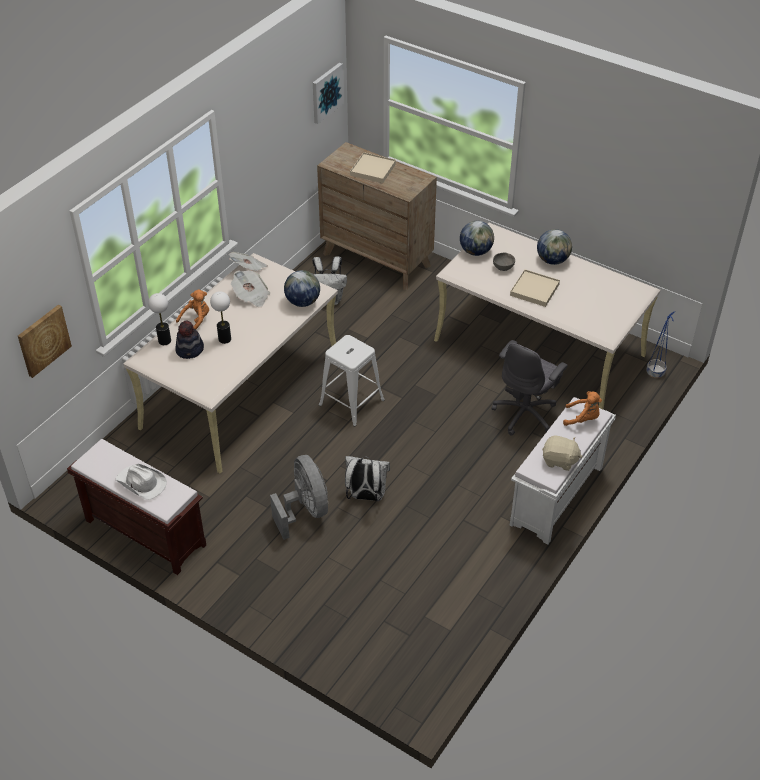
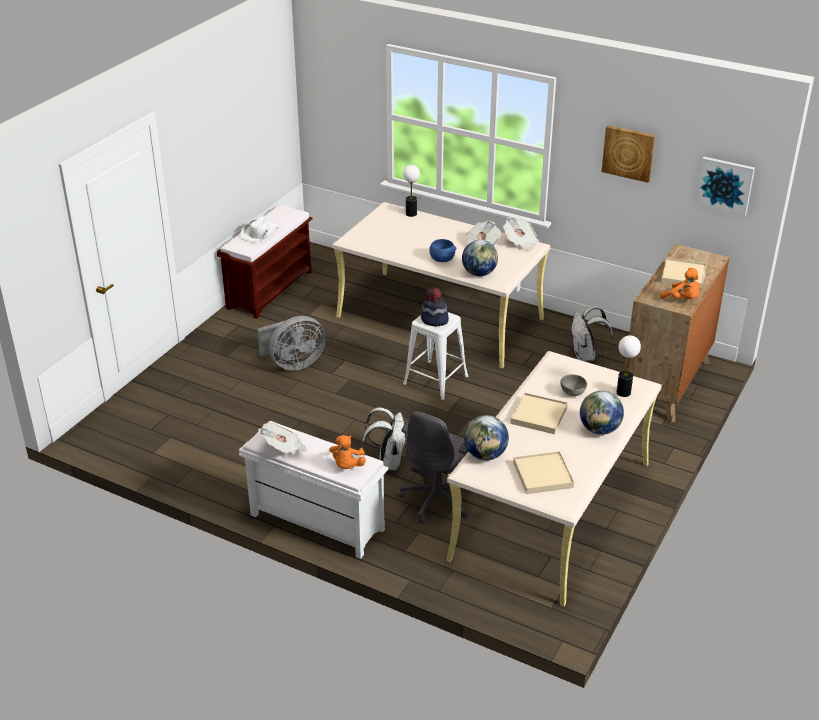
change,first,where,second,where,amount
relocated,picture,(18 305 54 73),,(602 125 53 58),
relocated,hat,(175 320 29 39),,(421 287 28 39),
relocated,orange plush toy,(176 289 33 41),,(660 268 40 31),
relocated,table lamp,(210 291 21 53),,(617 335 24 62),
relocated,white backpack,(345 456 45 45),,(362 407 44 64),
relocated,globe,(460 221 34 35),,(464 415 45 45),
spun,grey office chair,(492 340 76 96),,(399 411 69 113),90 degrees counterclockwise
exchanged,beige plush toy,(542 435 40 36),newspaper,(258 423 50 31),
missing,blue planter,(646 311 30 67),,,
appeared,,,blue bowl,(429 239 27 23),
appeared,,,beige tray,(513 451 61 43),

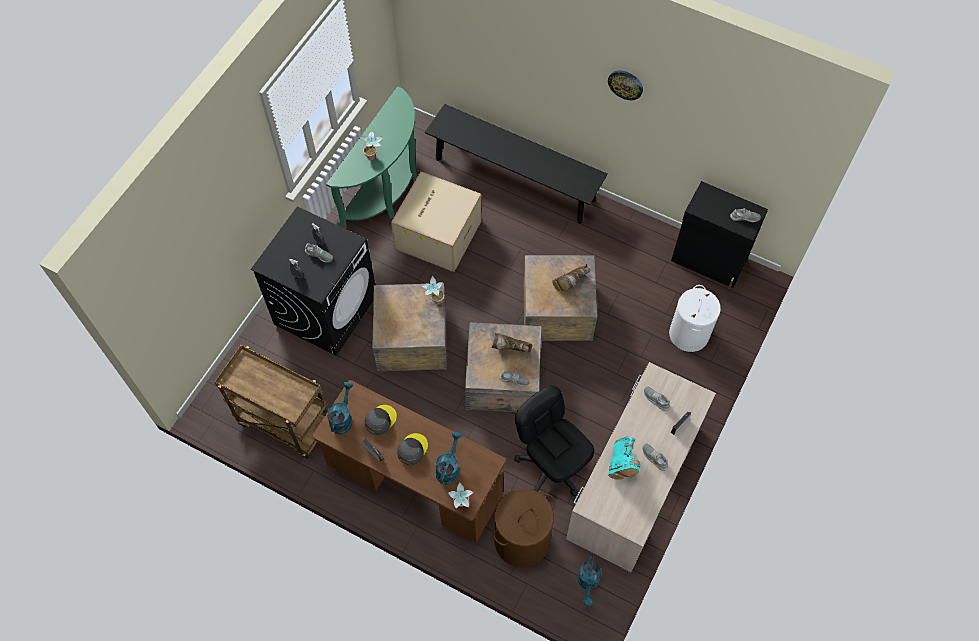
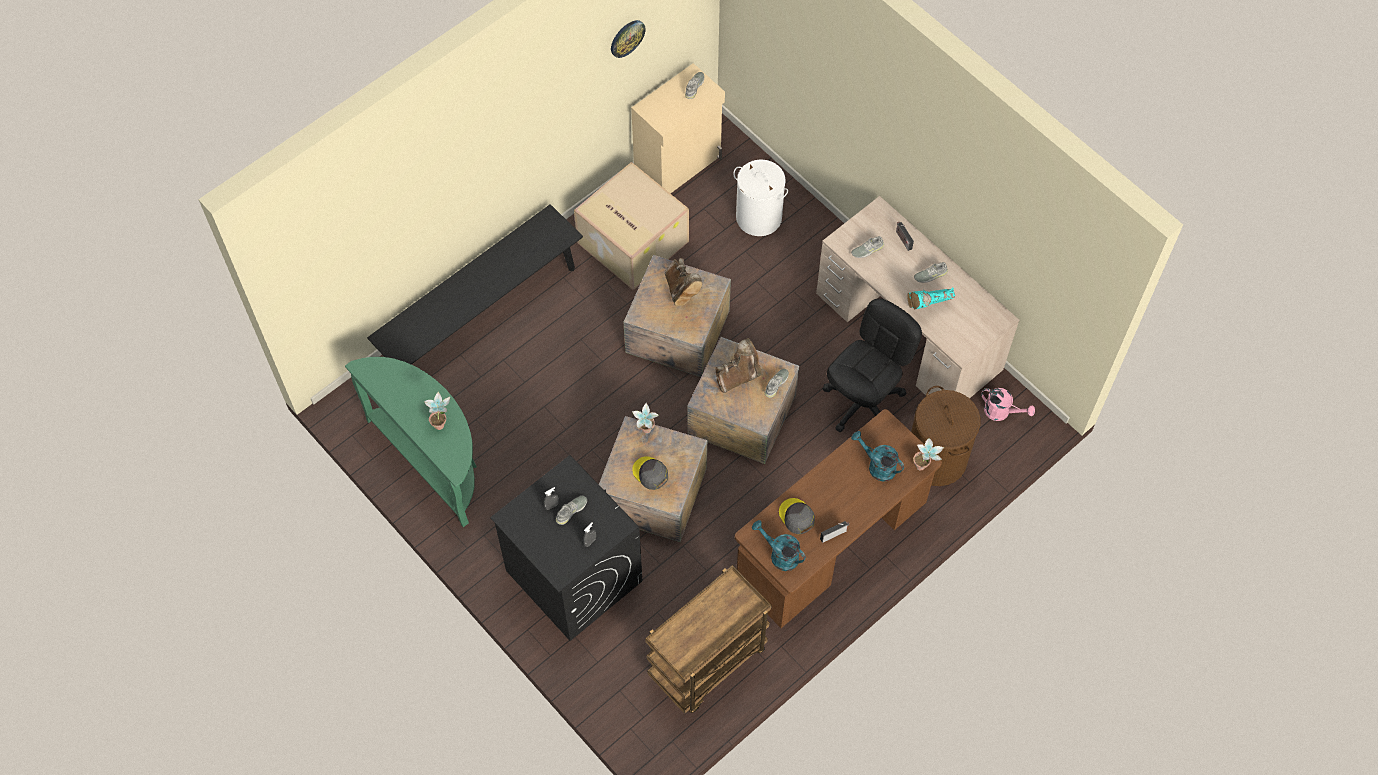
change,first,where,second,where,amount
relocated,cardboard box,(391 171 90 101),,(574 162 115 128),
relocated,grey cap,(397 433 31 33),,(632 456 36 34),
spun,brown boot,(492 333 40 20),,(716 338 45 55),150 degrees counterclockwise
spun,black office chair,(514 386 80 110),,(823 298 99 134),150 degrees clockwise
colour,turquoise watering can,(578 554 23 52),pink watering can,(981 388 54 33),
relocated,wall clock,(608 70 35 30),,(611 20 35 38),
spun,turquoise boot,(608 436 32 44),,(907 287 48 22),135 degrees clockwise
colour,black cabinet,(671 181 97 108),beige cabinet,(631 63 94 131),

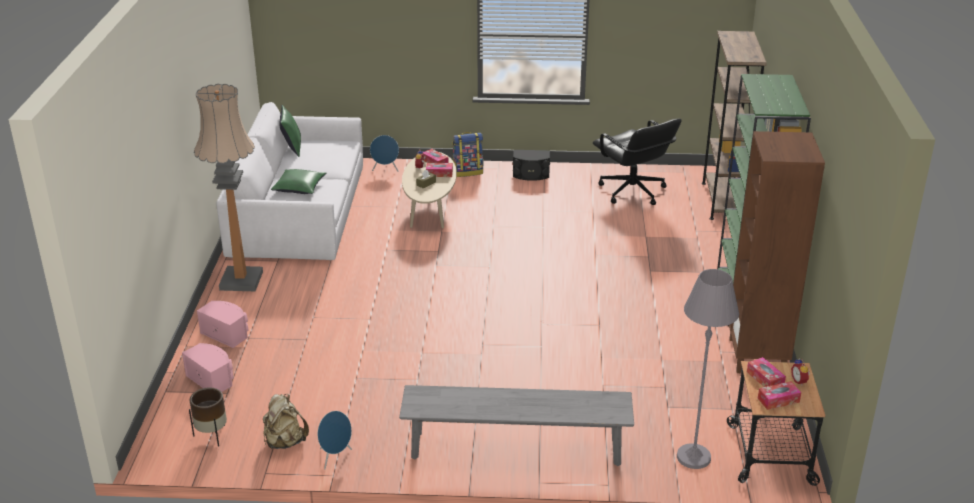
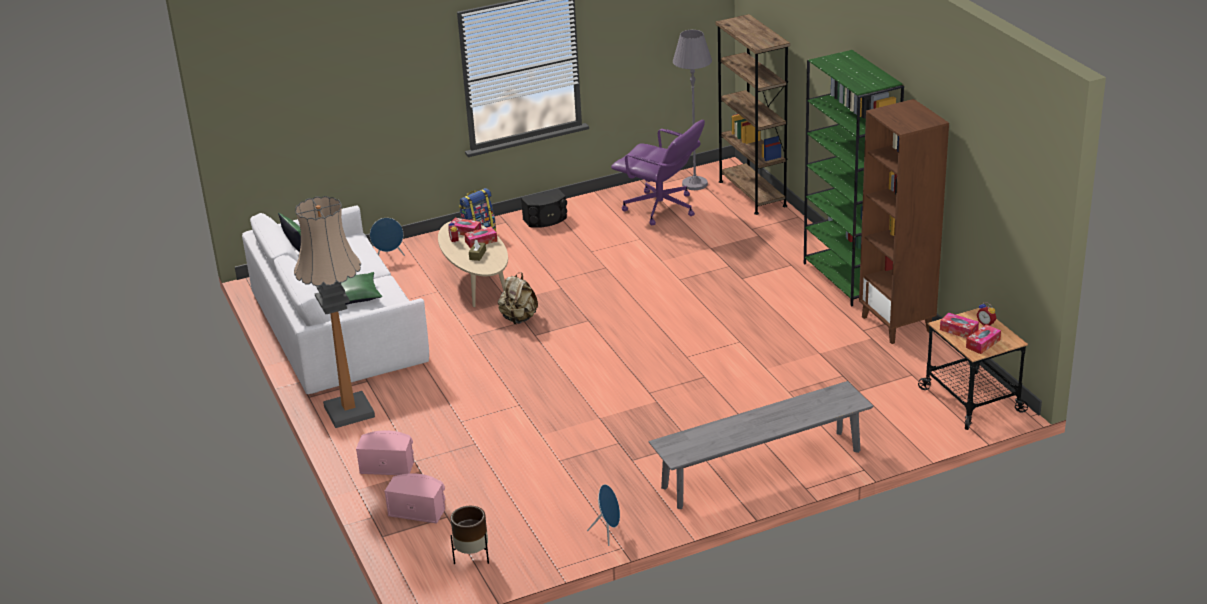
change,first,where,second,where,amount
relocated,beige backpack,(263 394 46 55),,(498 272 40 52),
colour,black office chair,(593 119 89 86),purple office chair,(611 120 94 105),
relocated,grey floor lamp,(677 269 62 200),,(673 30 39 160),

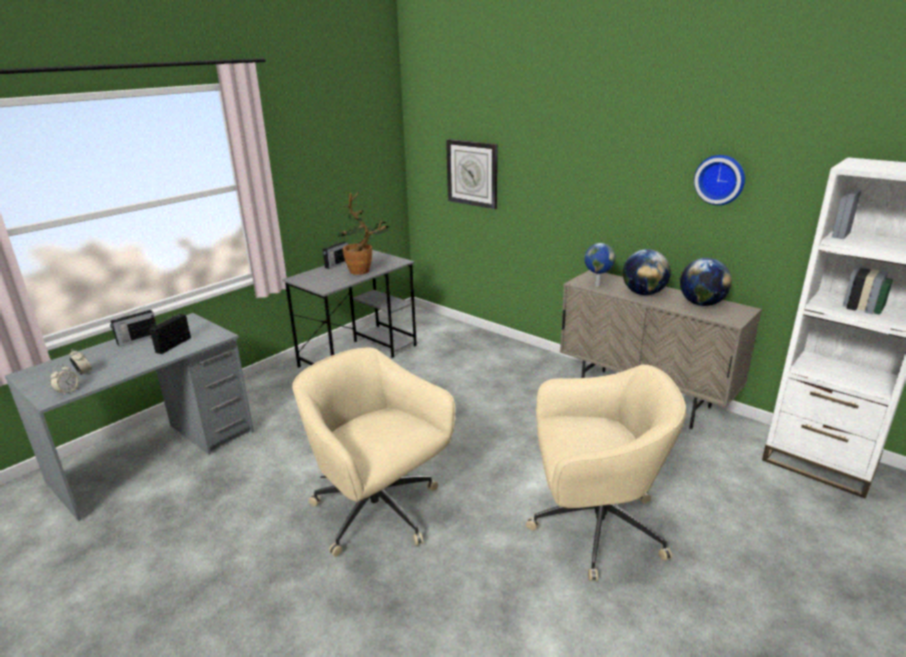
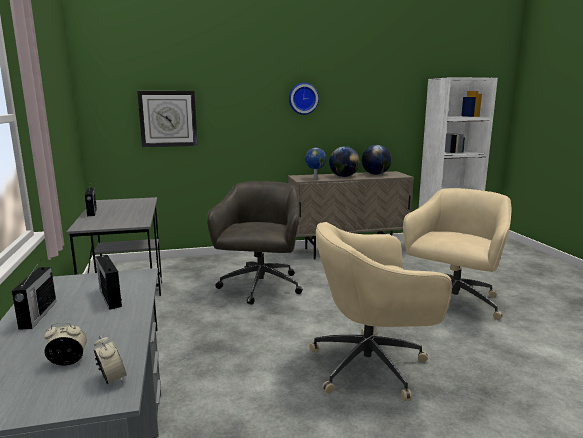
change,first,where,second,where,amount
missing,potted plant,(338 192 53 83),,,
relocated,wall clock,(694 155 51 50),,(289 83 30 32),
appeared,,,grey office chair,(207 181 96 124),

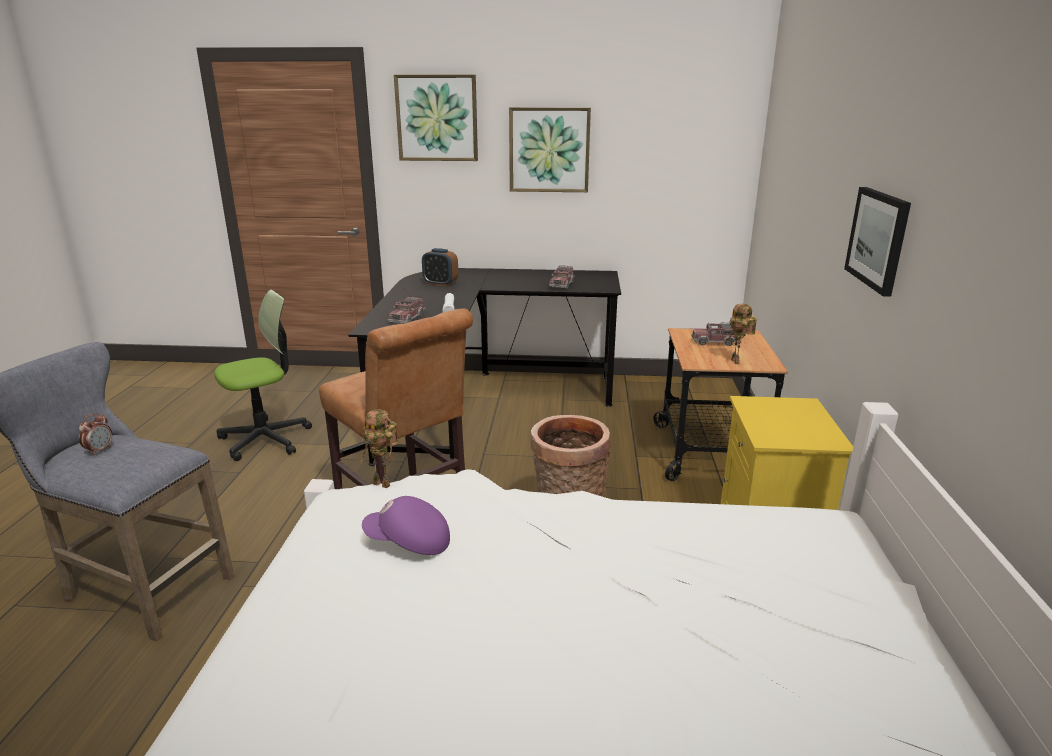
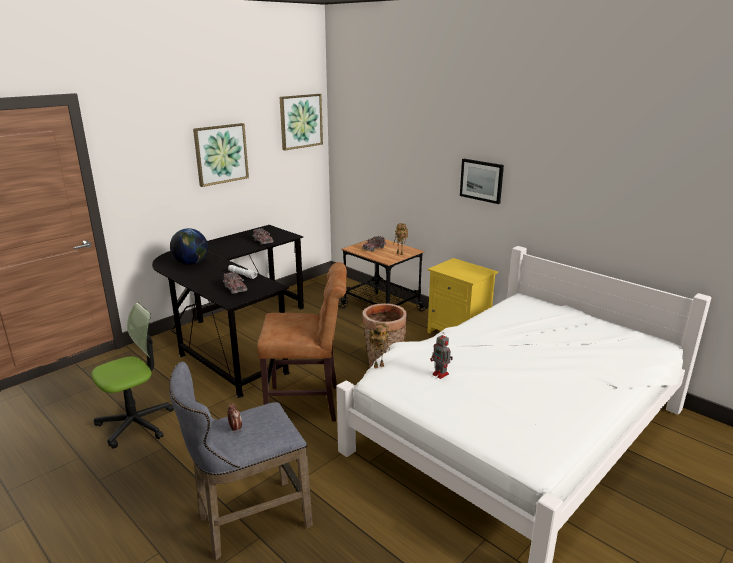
change,first,where,second,where,amount
spun,office chair,(214 290 98 171),,(91 303 83 146),45 degrees clockwise
exchanged,purple cap,(362 496 88 59),toy robot,(430 332 23 47),
relocated,picture,(394 75 84 86),,(280 94 43 56),
exchanged,alarm clock,(422 248 36 38),globe,(170 228 38 37),

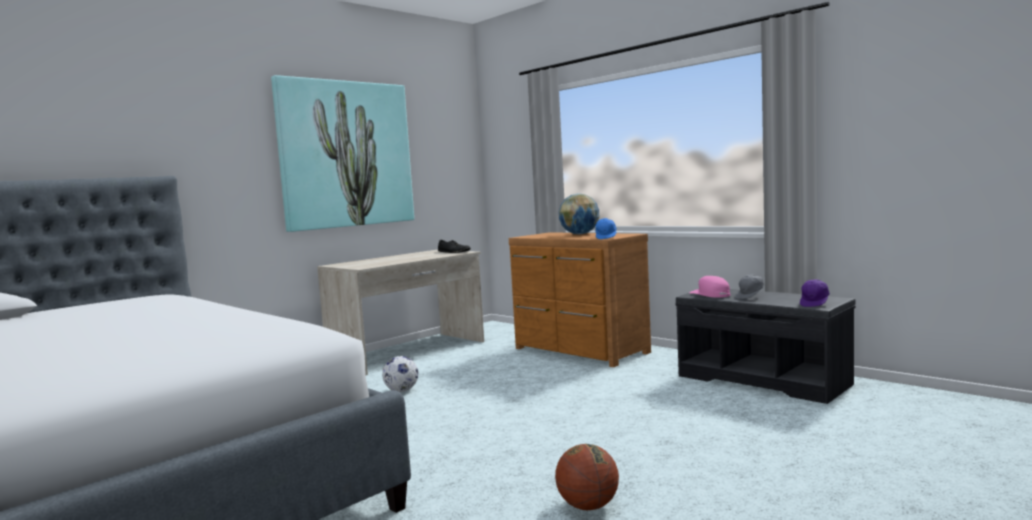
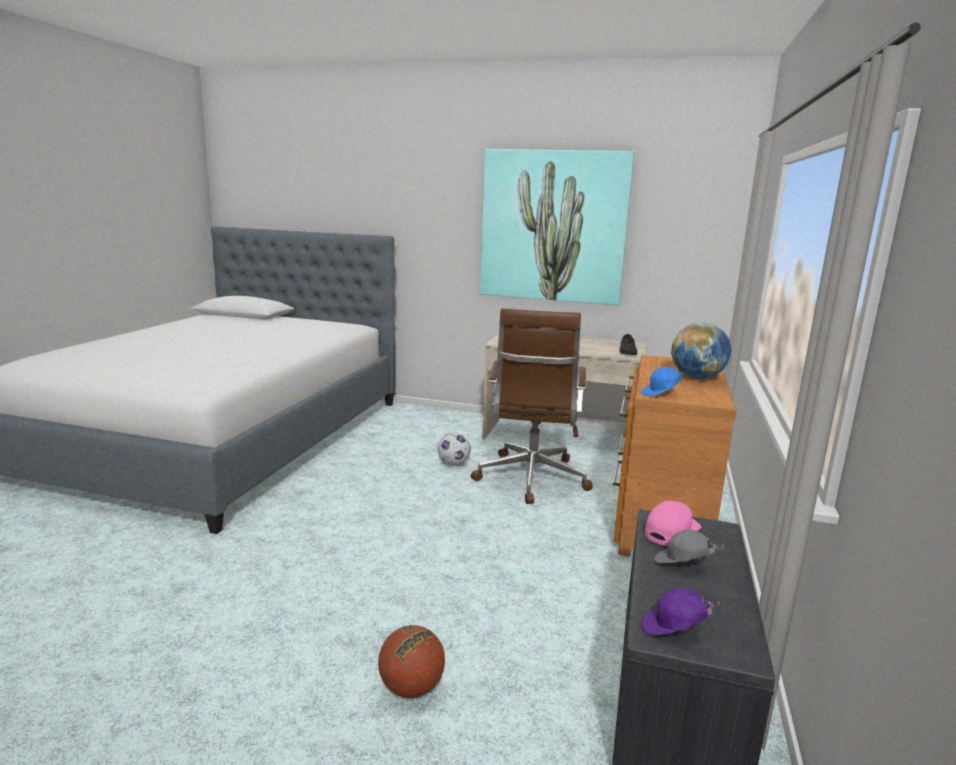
change,first,where,second,where,amount
relocated,basketball,(555 444 64 66),,(378 625 67 73),
appeared,,,brown office chair,(471 308 122 196),

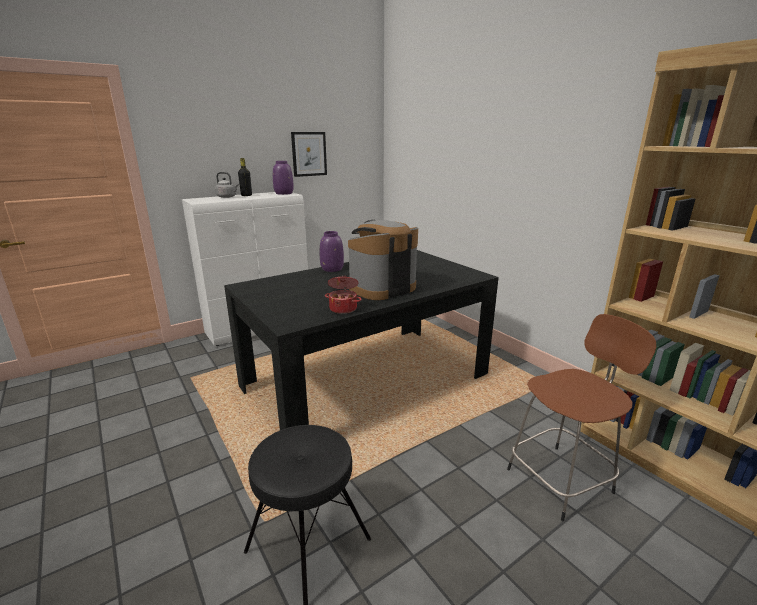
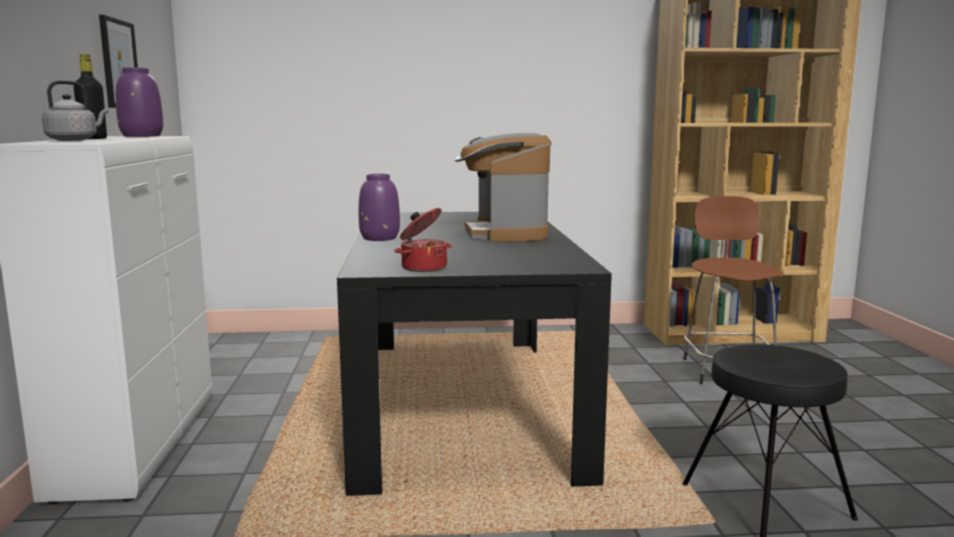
change,first,where,second,where,amount
relocated,cooking pot,(325 275 37 39),,(394 208 58 64),

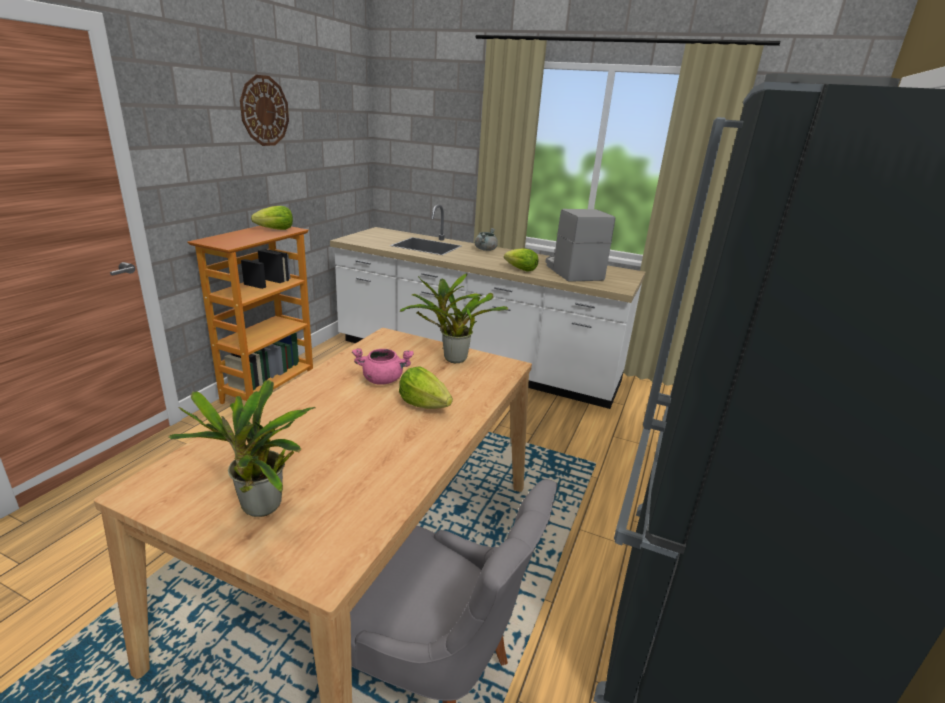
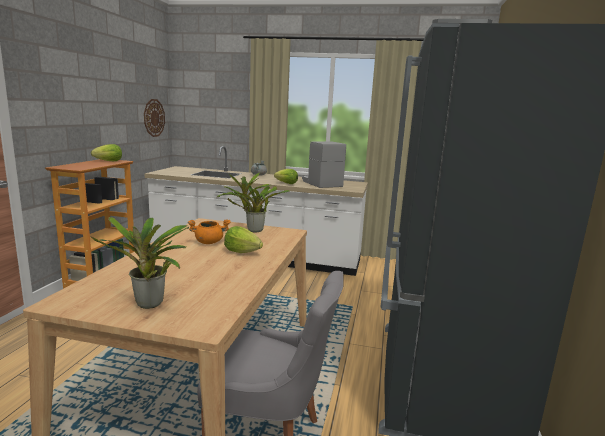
change,first,where,second,where,amount
relocated,wall clock,(240 75 49 71),,(144 99 21 38),
colour,pink cooking pot,(352 348 61 37),orange cooking pot,(188 220 43 24),

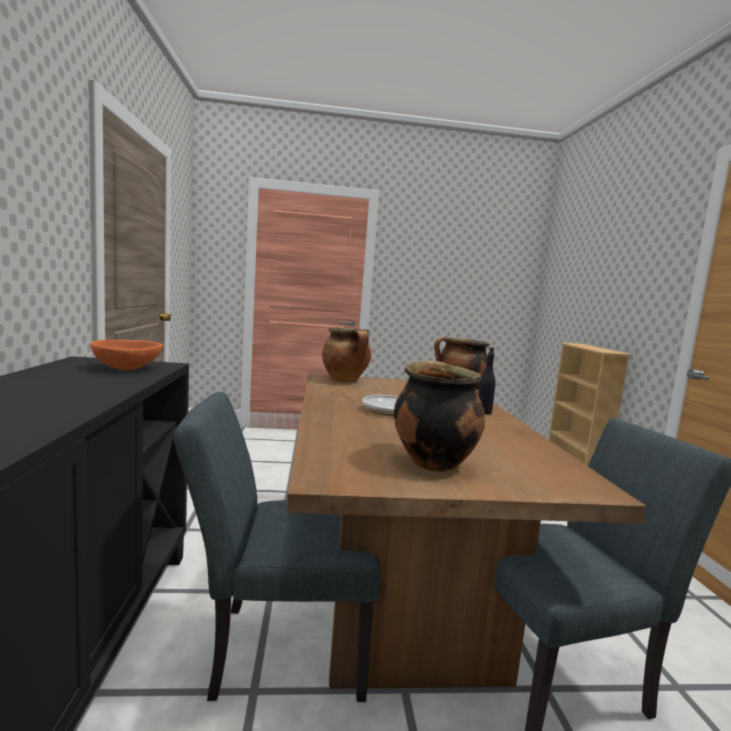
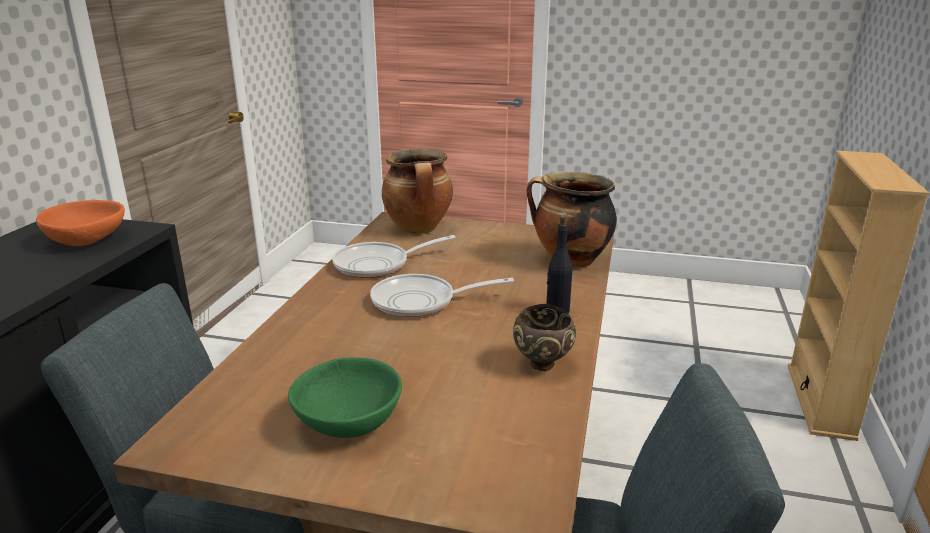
change,first,where,second,where,amount
exchanged,cooking pot,(394 361 91 111),green bowl,(288 357 114 81),
appeared,,,frying pan,(332 235 124 43),
appeared,,,brown bowl,(513 304 63 67),

